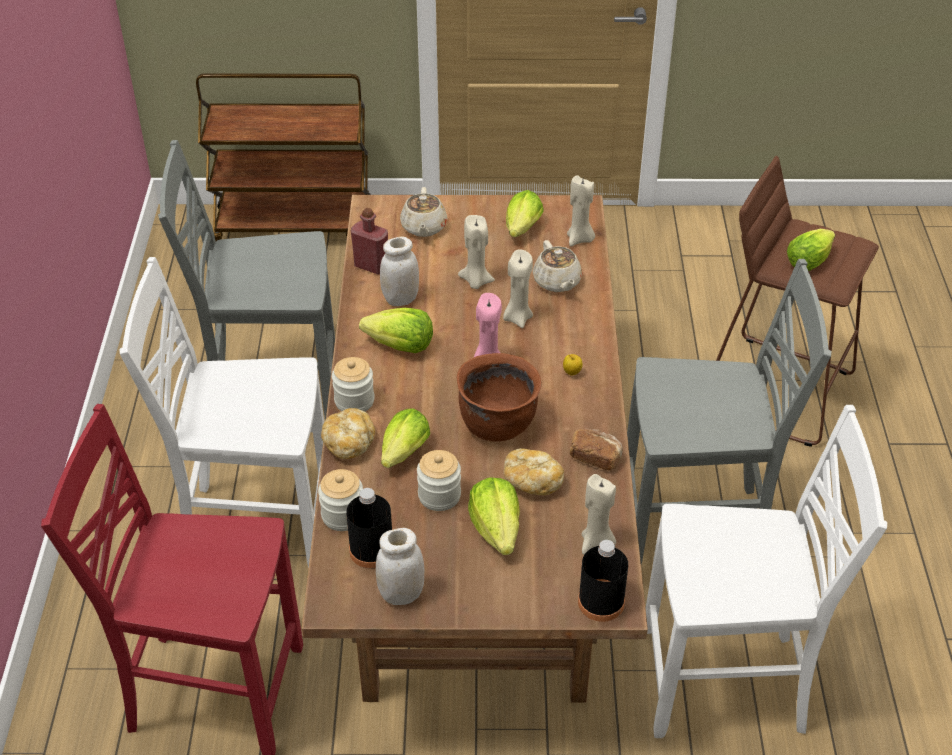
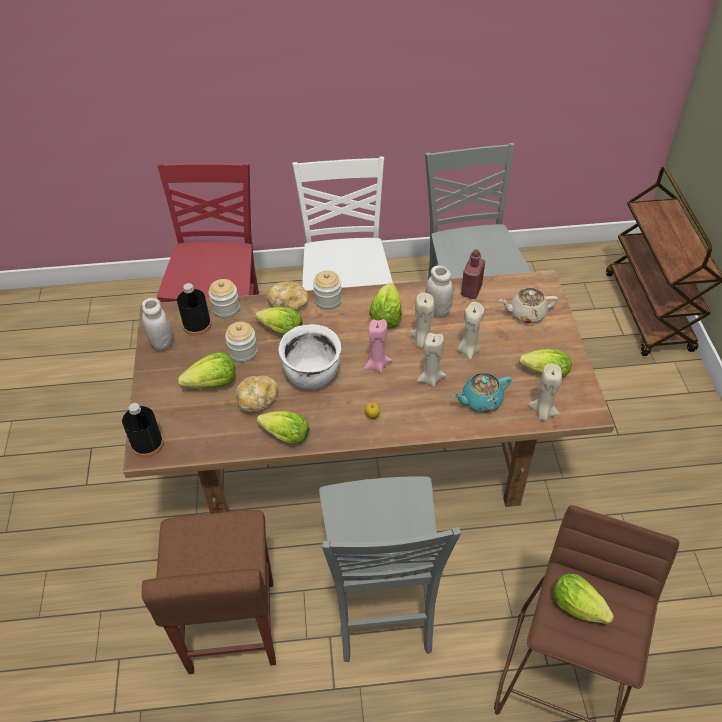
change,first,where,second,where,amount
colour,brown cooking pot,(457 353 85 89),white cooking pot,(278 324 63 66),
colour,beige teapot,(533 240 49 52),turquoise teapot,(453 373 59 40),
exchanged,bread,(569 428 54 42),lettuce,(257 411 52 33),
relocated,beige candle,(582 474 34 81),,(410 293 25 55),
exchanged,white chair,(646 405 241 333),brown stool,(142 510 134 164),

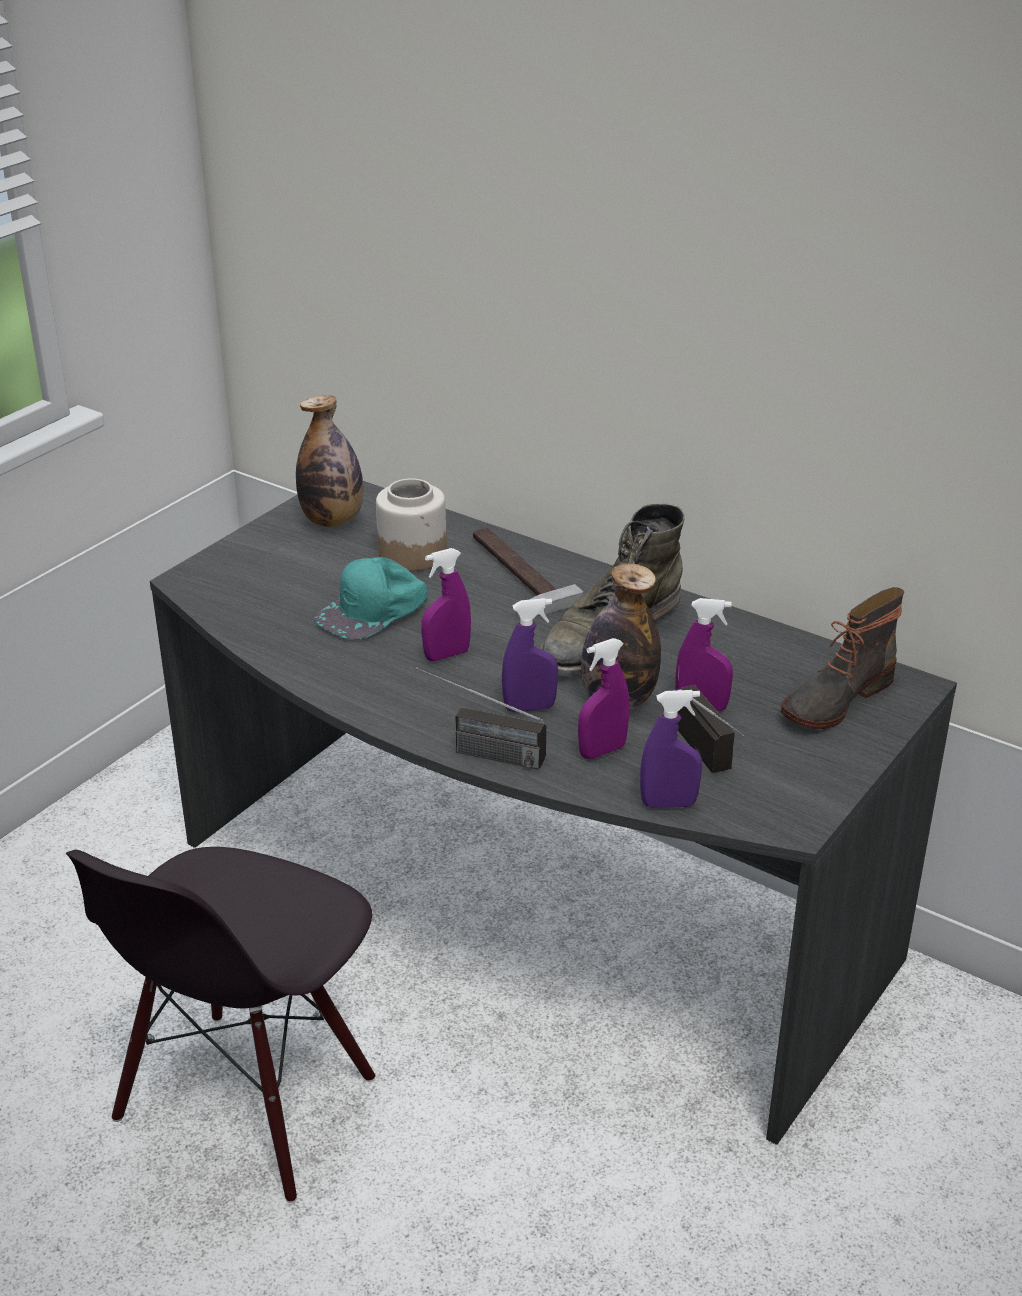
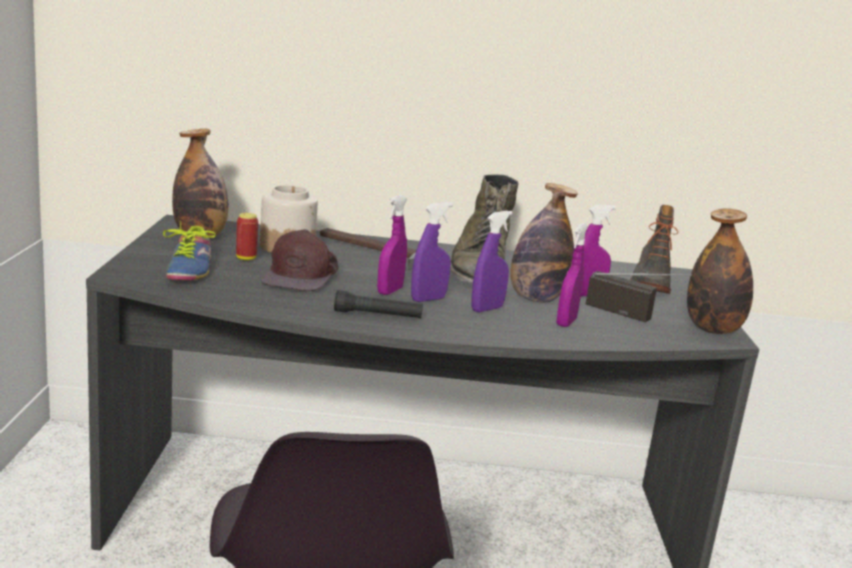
change,first,where,second,where,amount
colour,turquoise cap,(315 557 113 83),brown cap,(261 229 78 62),
missing,radio,(416 667 130 103),,,
relocated,purple spray bottle,(640 690 62 118),,(411 202 42 100),
appeared,,,shoe,(163 221 53 59),
appeared,,,can,(236 213 22 48),
appeared,,,black flashlight,(334 290 89 28),
appeared,,,bottle,(687 208 66 126),

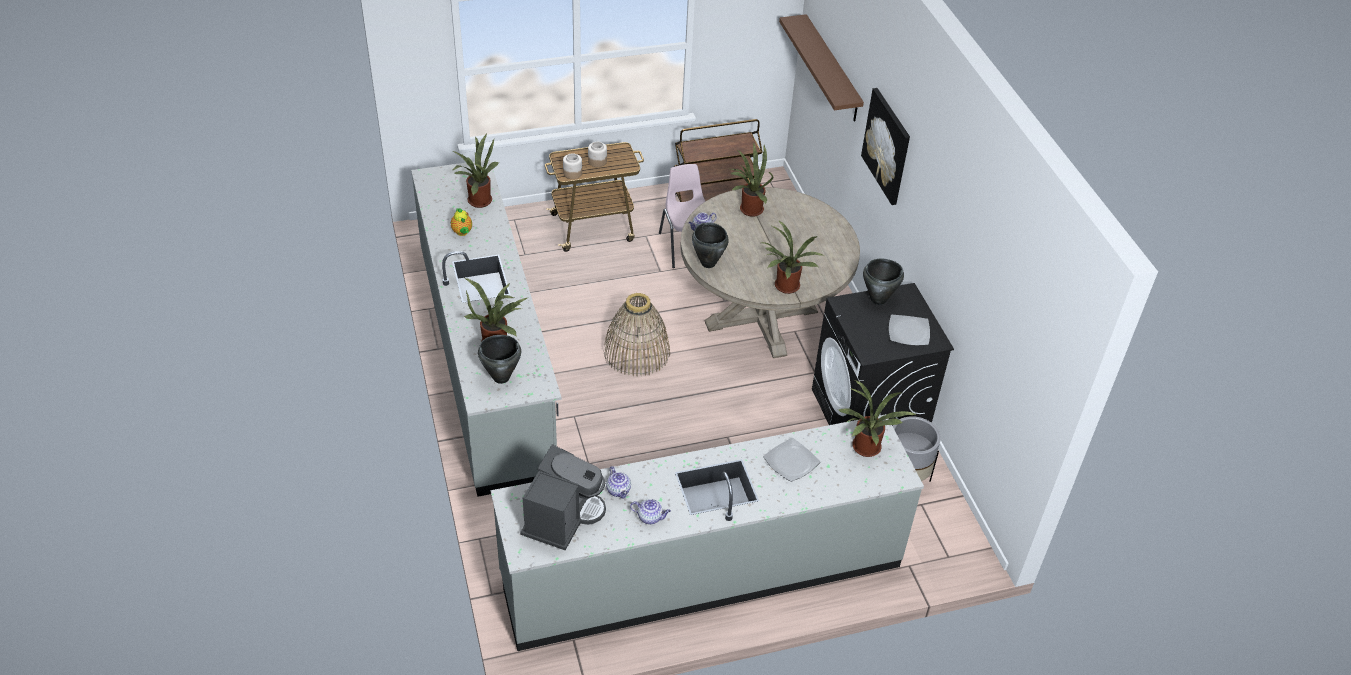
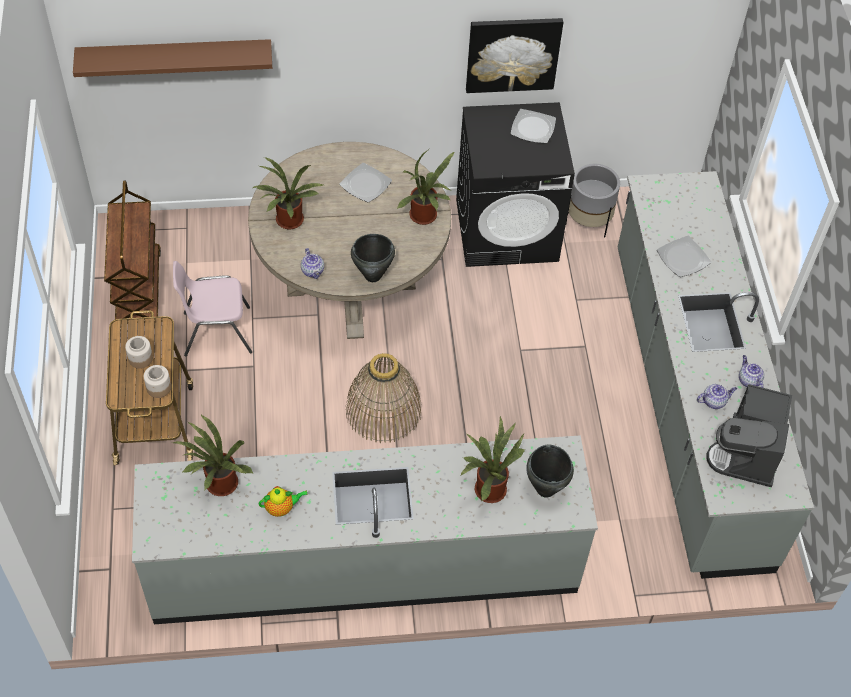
change,first,where,second,where,amount
spun,coffee machine,(520 444 86 106),,(706 384 86 103),105 degrees counterclockwise
spun,teapot,(630 499 41 25),,(739 355 25 33),45 degrees counterclockwise
missing,potted plant,(839 380 78 77),,,
relocated,picture,(861 88 49 117),,(466 18 97 75),
missing,black cooking pot,(863 259 41 46),,,
appeared,,,plate,(339 163 53 39),

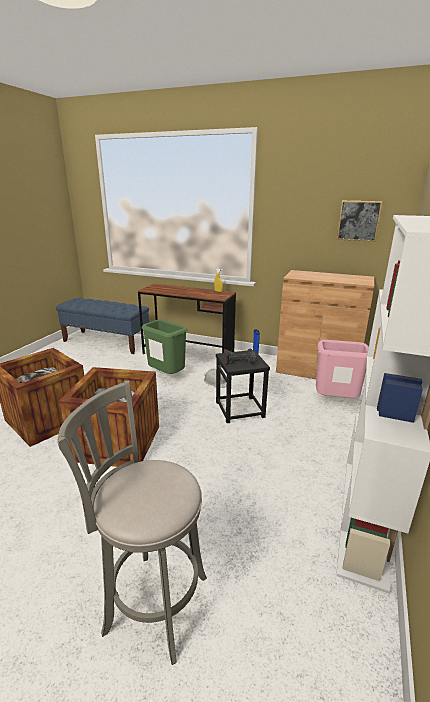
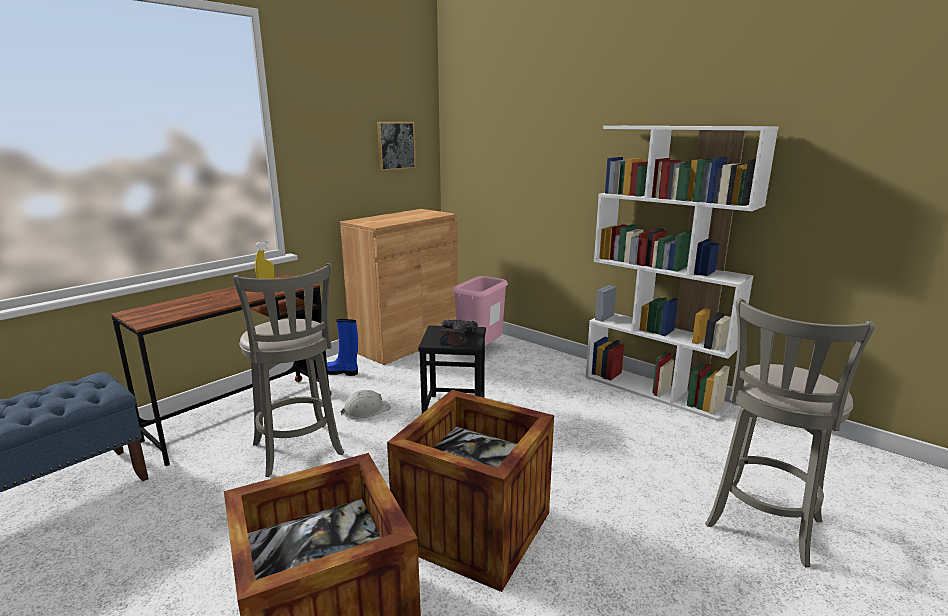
change,first,where,second,where,amount
exchanged,green trash can,(142 319 46 55),grey stool,(233 263 111 214),

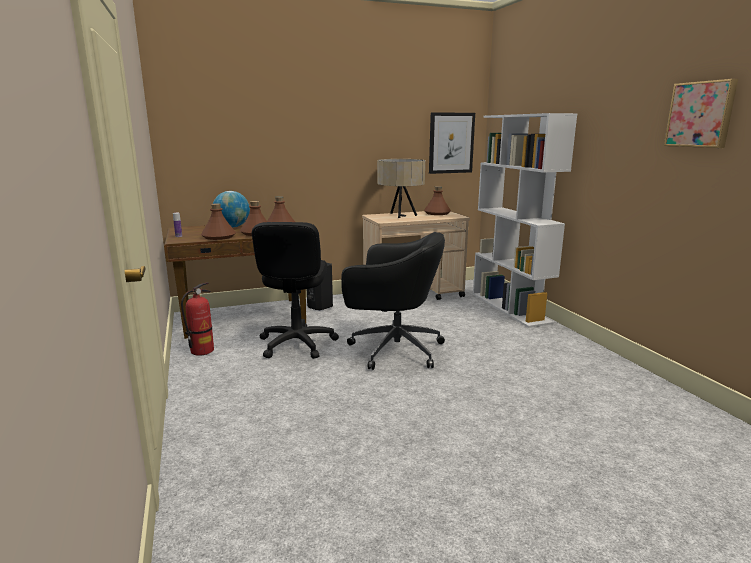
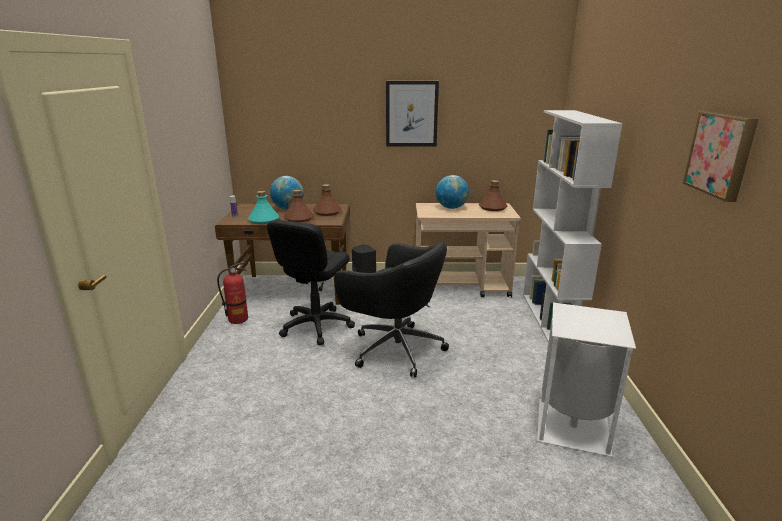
change,first,where,second,where,amount
colour,brown bottle,(201 203 35 37),turquoise bottle,(248 191 31 33),
exchanged,beige table lamp,(377 159 48 59),globe,(436 175 33 34),
relocated,picture,(429 112 46 62),,(386 81 53 65),
appeared,,,white trash can,(537 302 99 155),

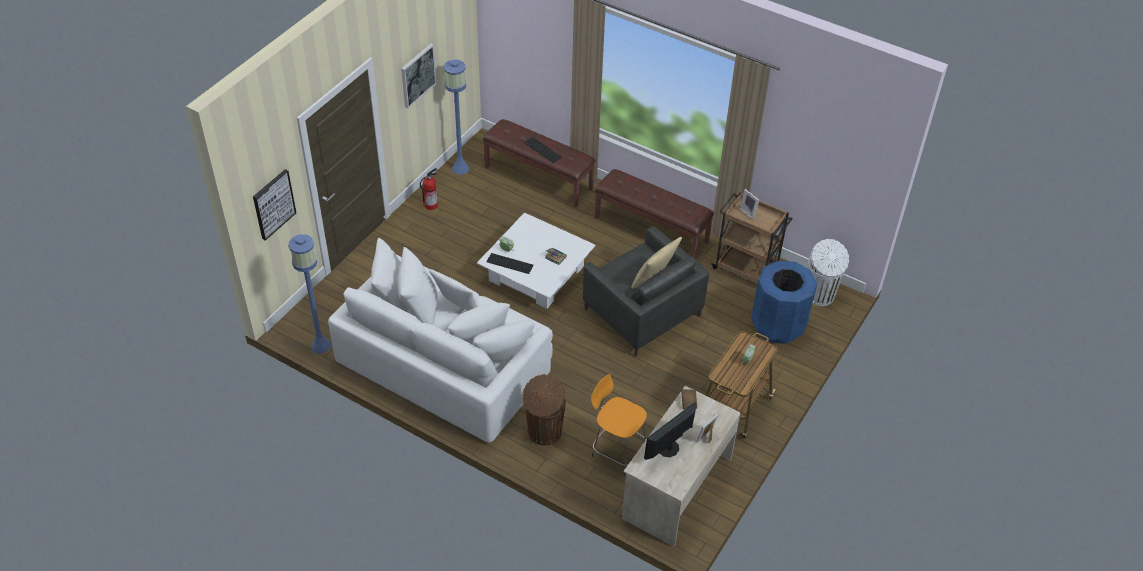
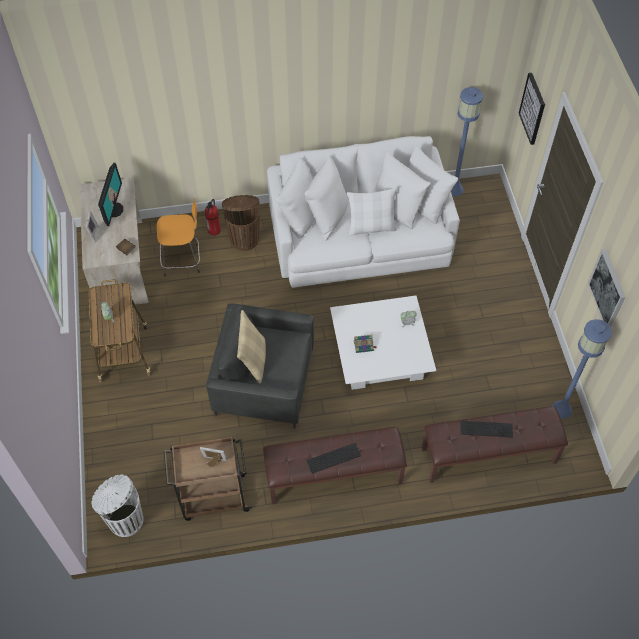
change,first,where,second,where,amount
relocated,fire extinguisher,(420 168 17 42),,(205 199 16 36),
relocated,keyboard,(486 253 48 21),,(306 443 55 31),
missing,blue trash can,(751 261 66 83),,,

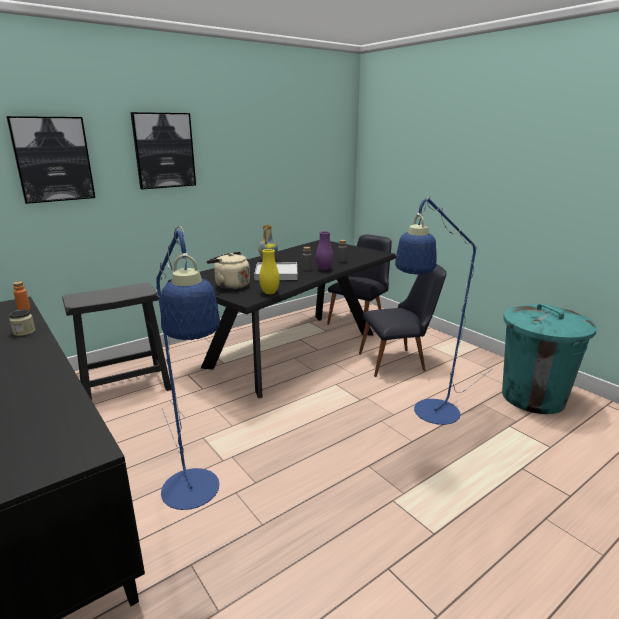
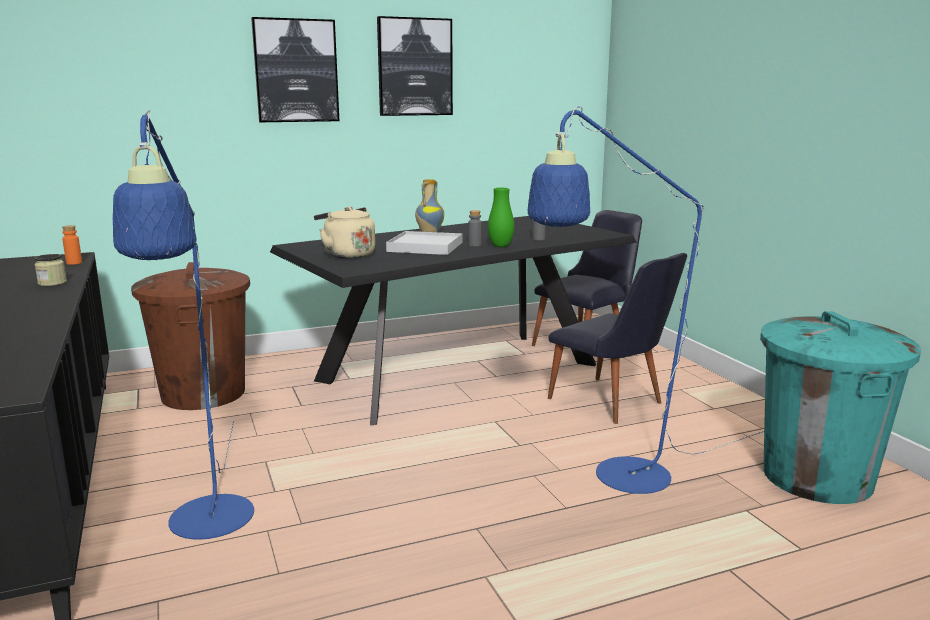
change,first,where,second,where,amount
relocated,picture,(6 116 89 88),,(377 16 76 100),
exchanged,black stool,(62 283 109 117),brown trash can,(131 262 119 148),
missing,yellow vase,(259 249 21 45),,,
colour,purple vase,(316 231 17 39),green vase,(488 188 26 59),
spun,black chair,(359 264 87 113),,(548 253 139 171),45 degrees clockwise

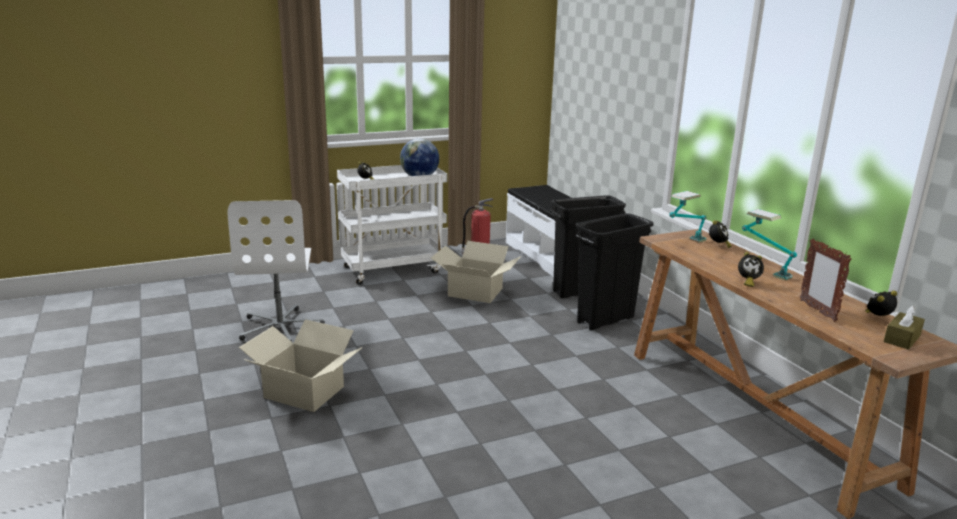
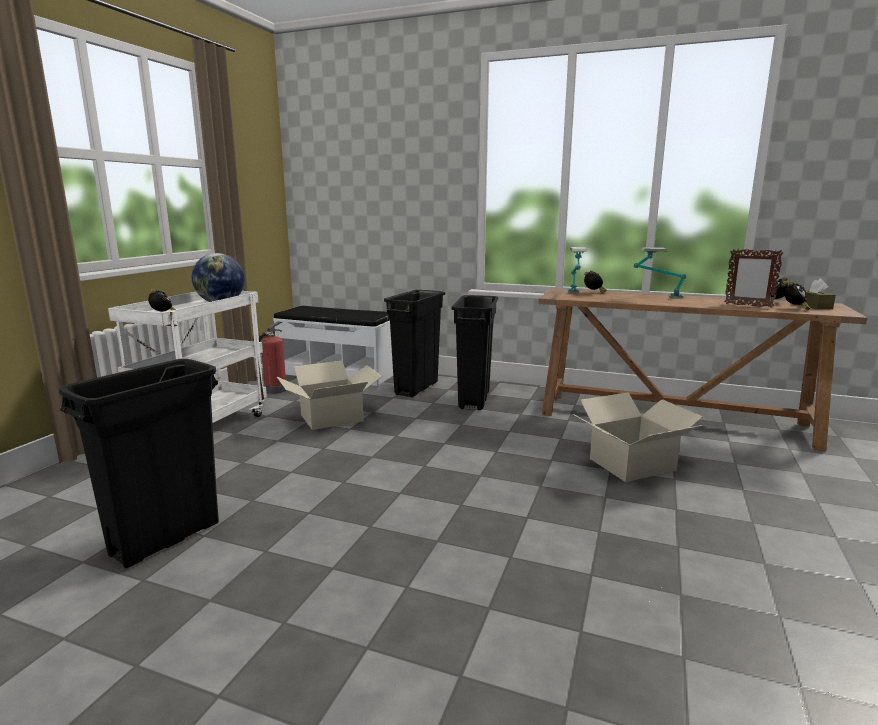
change,first,where,second,where,amount
exchanged,white office chair,(228 200 97 142),black trash can,(59 359 160 209),
relocated,cardboard box,(239 319 124 93),,(573 392 130 90),
relocated,alarm clock,(738 252 26 35),,(785 281 25 29),

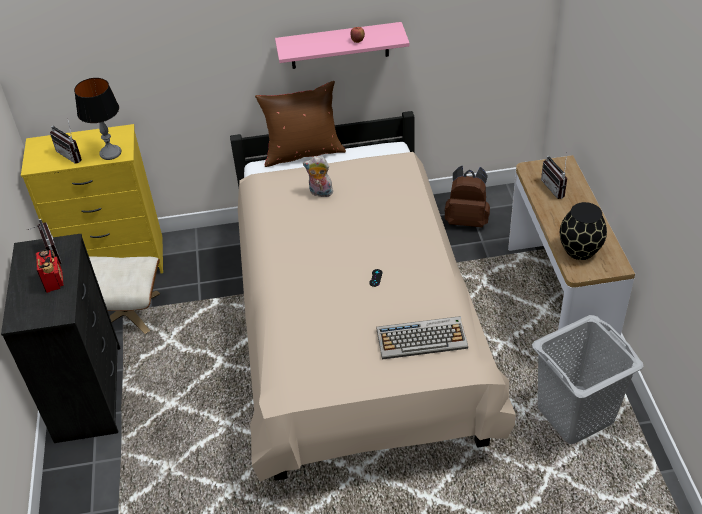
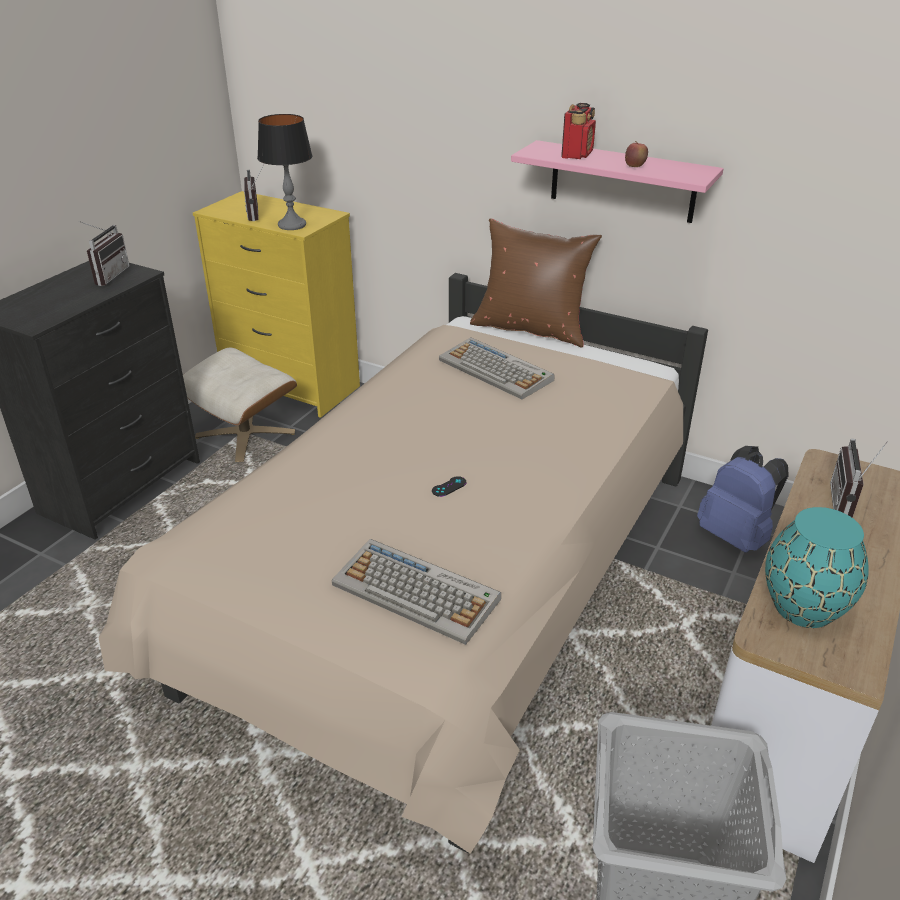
change,first,where,second,where,amount
relocated,radio,(36 249 28 44),,(561 103 35 56),
exchanged,plush toy,(303 156 30 41),keyboard,(439 337 116 63),
colour,brown backpack,(445 165 45 62),blue backpack,(697 446 92 107),
colour,black vase,(560 202 47 58),turquoise vase,(765 507 104 121),

